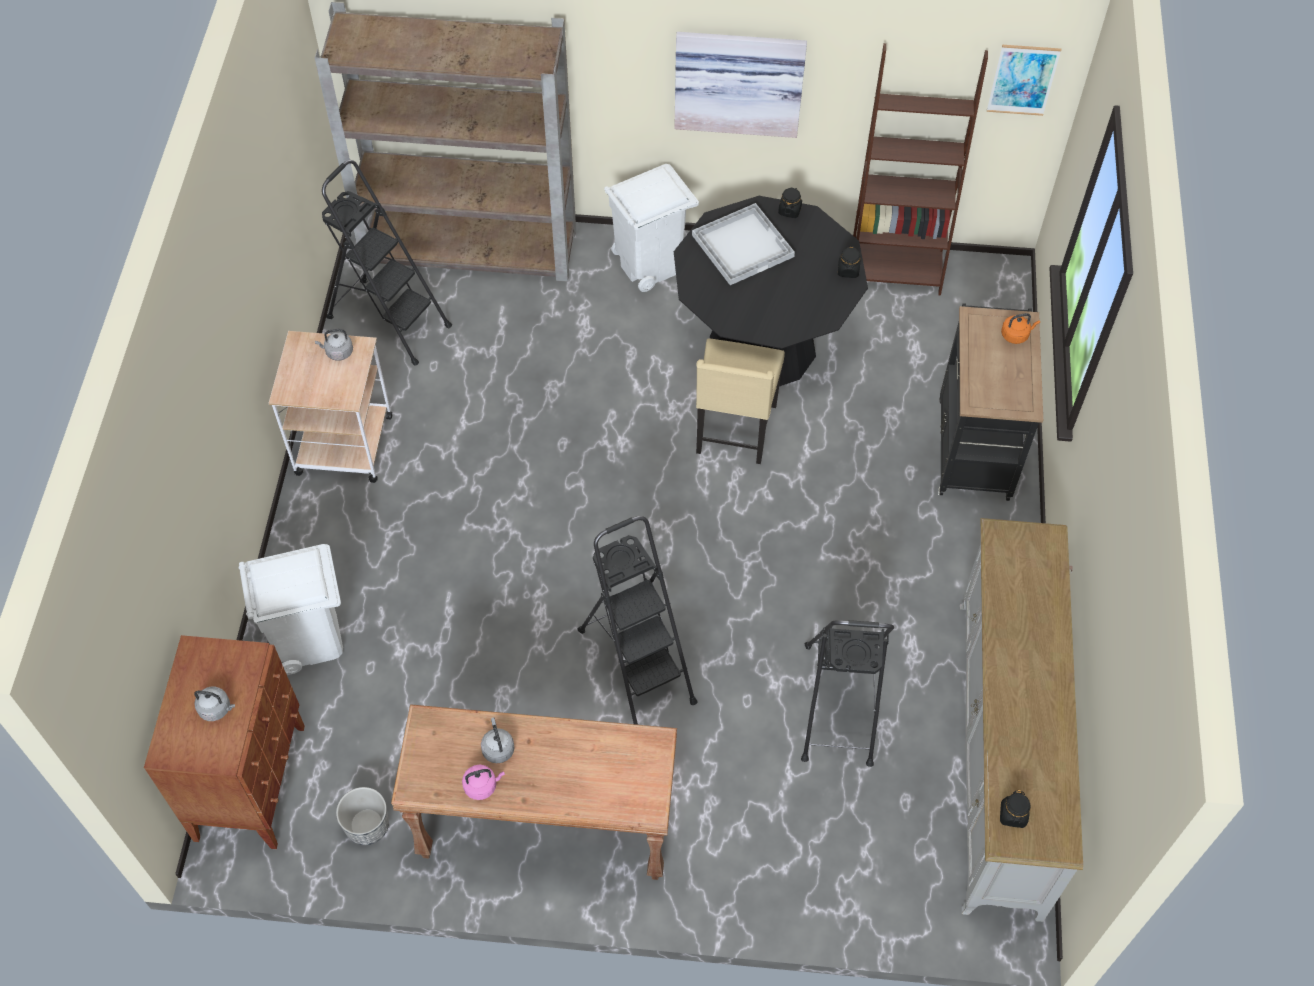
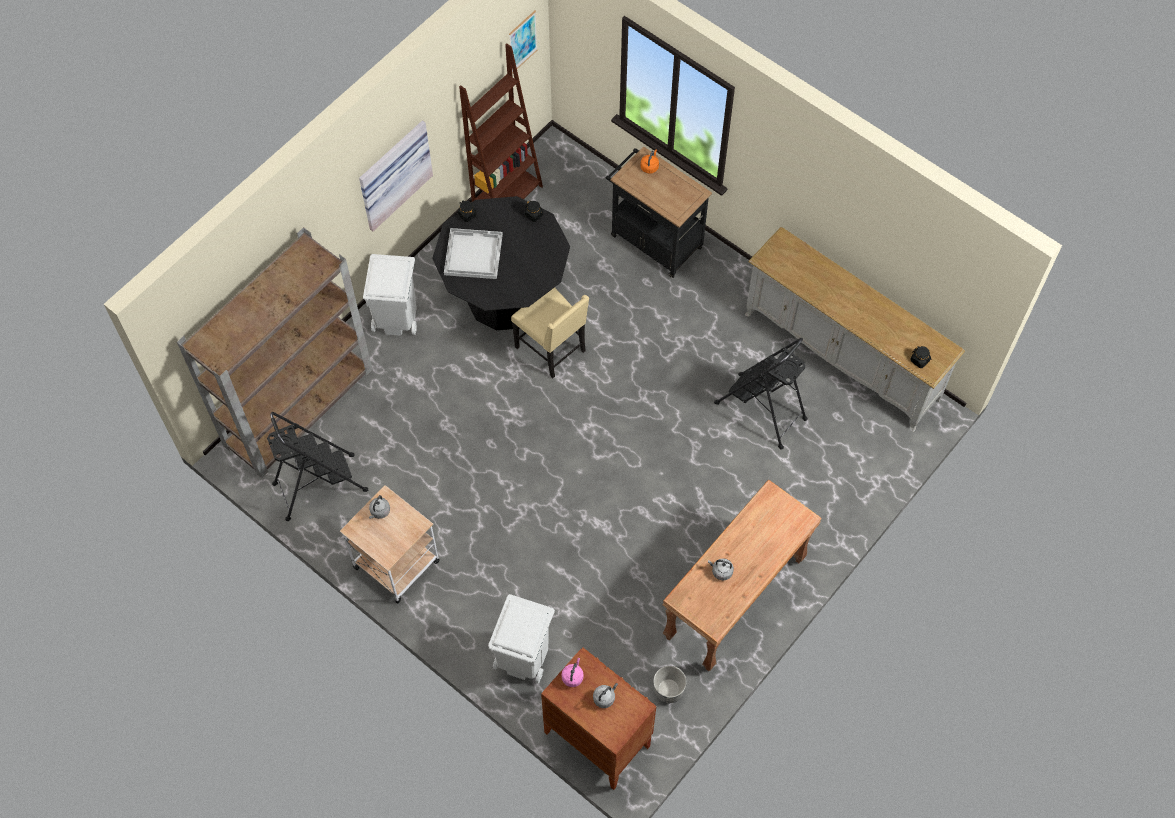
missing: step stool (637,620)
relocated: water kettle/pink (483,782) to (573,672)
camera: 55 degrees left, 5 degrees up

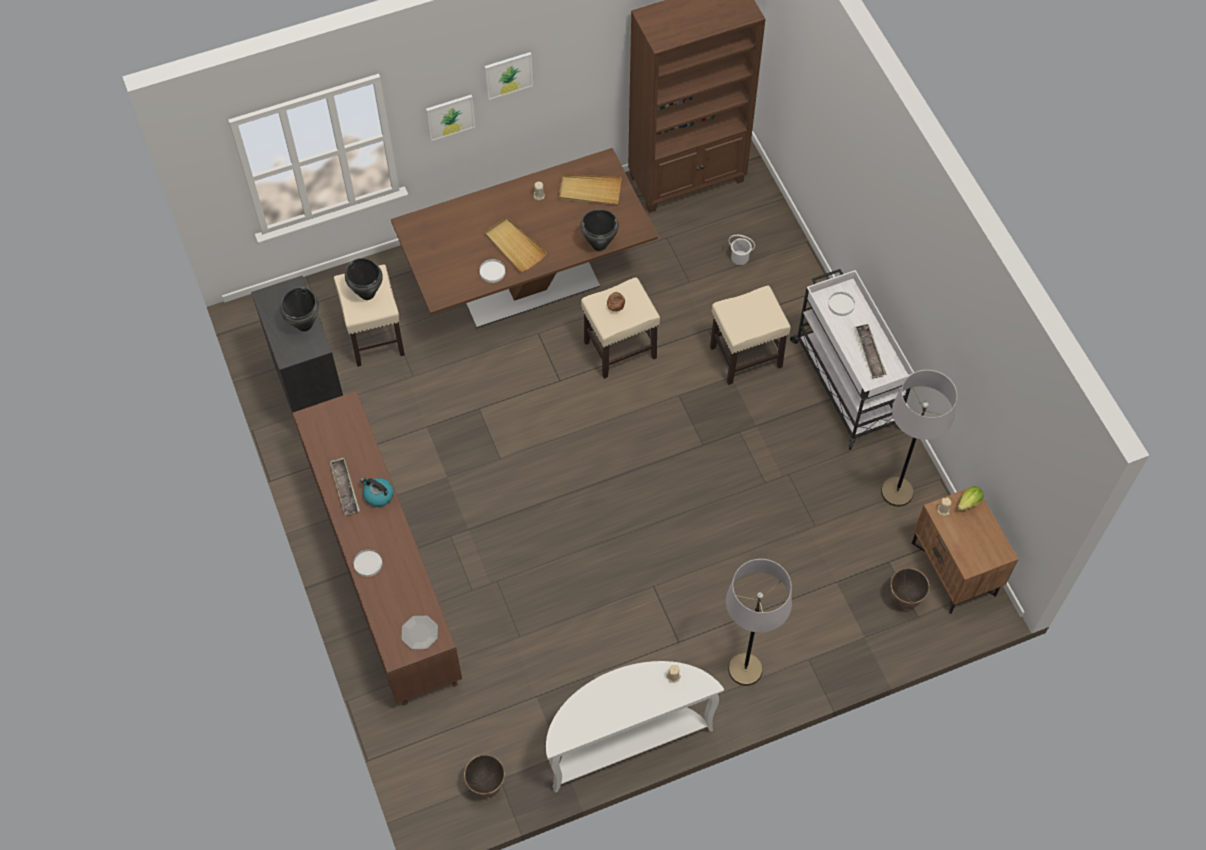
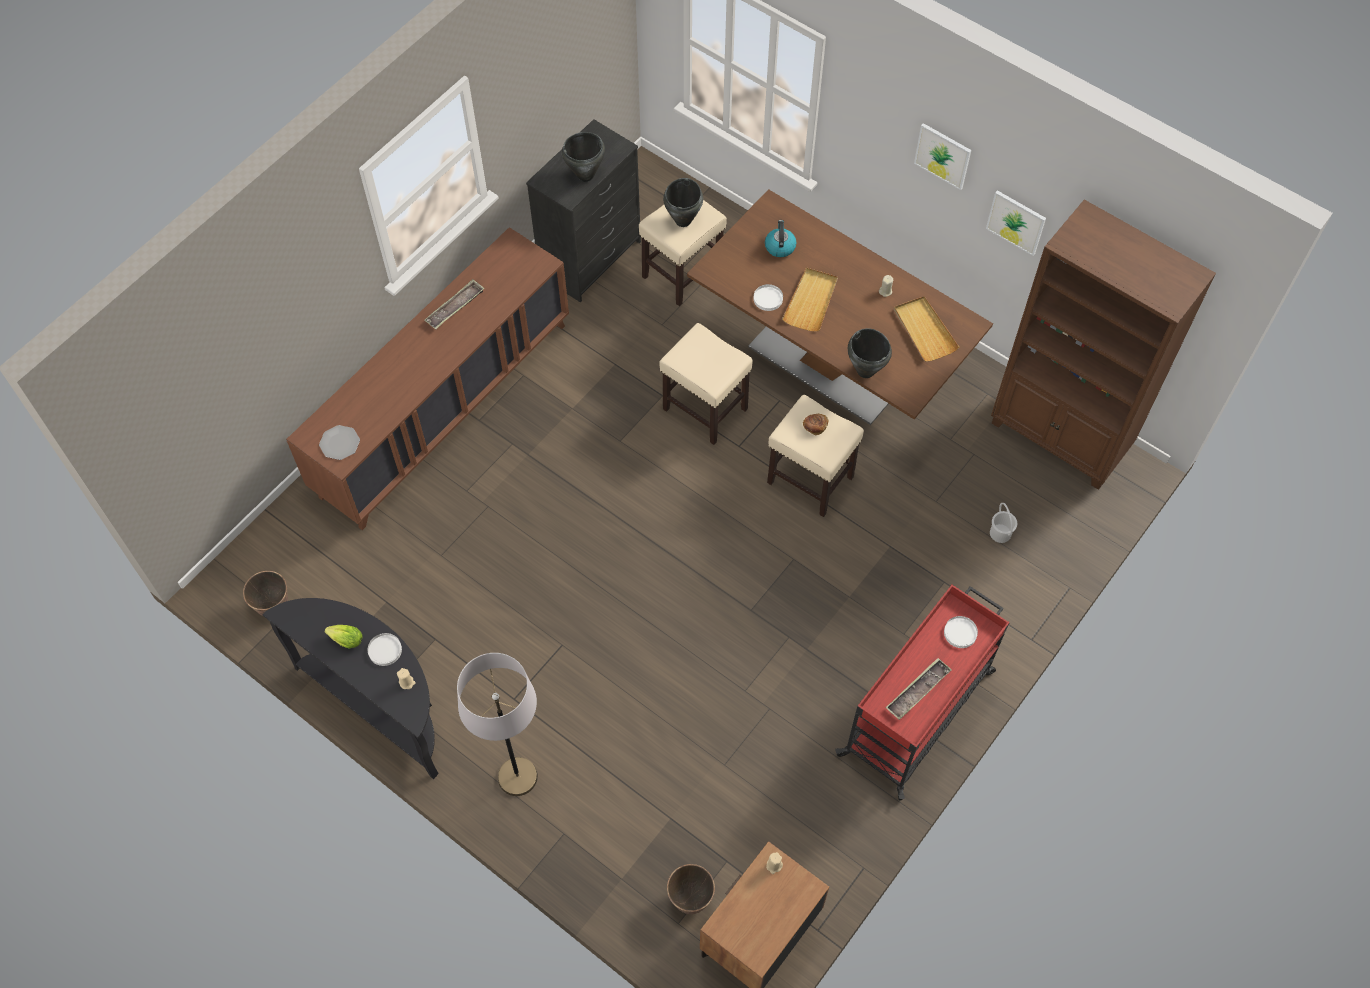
missing: standard lamp/grey (919,438)
relocated: head of lettuce (970,498) to (344,637); dinner plate/white (367,563) to (384,649); stool seat/beige-coloured (750,335) to (706,384); water kettle (377,492) to (780,238); wall art (450,118) to (1016,223)
colour: narrow table/white (635,727) to narrow table/blackish (350,688); cart/white (852,359) to cart/red (922,692)
camera: 60 degrees right, 0 degrees up

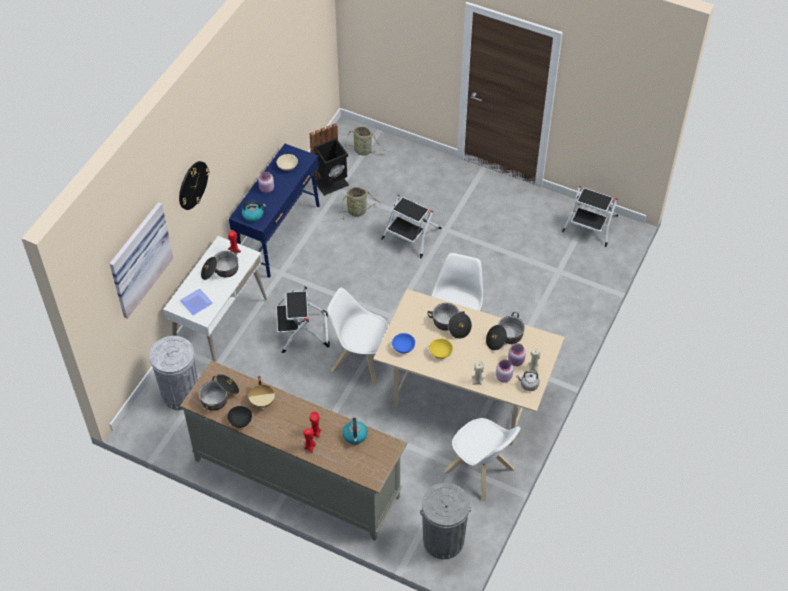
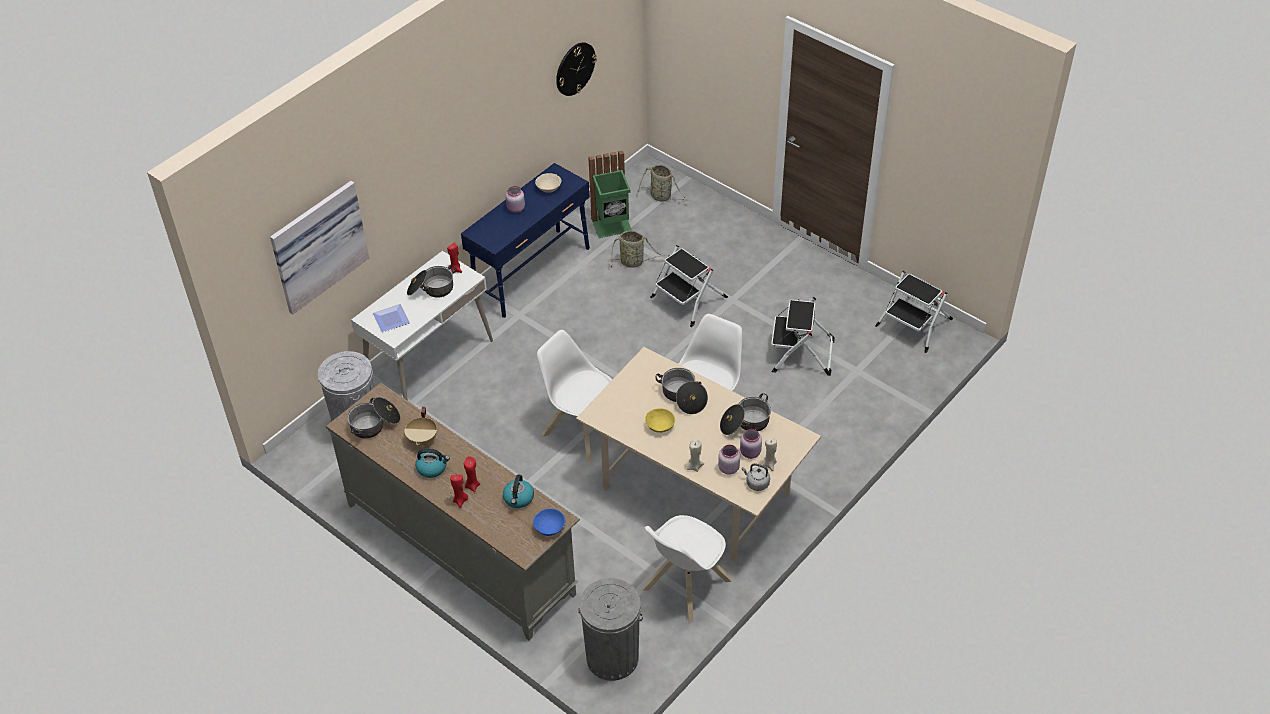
missing: bowl/blackish (239,417)
relocated: water kettle (254,211) to (432,463); bowl/bluish (403,343) to (549,522); clock on the wall (194,185) to (576,69); step stool (303,319) to (803,336)
colour: waste bin/blackish (329,159) to waste bin/green-coloured (610,194)
spun: chair/white (482,459) = (687,569) 75 degrees clockwise
camera: 15 degrees right, 5 degrees down

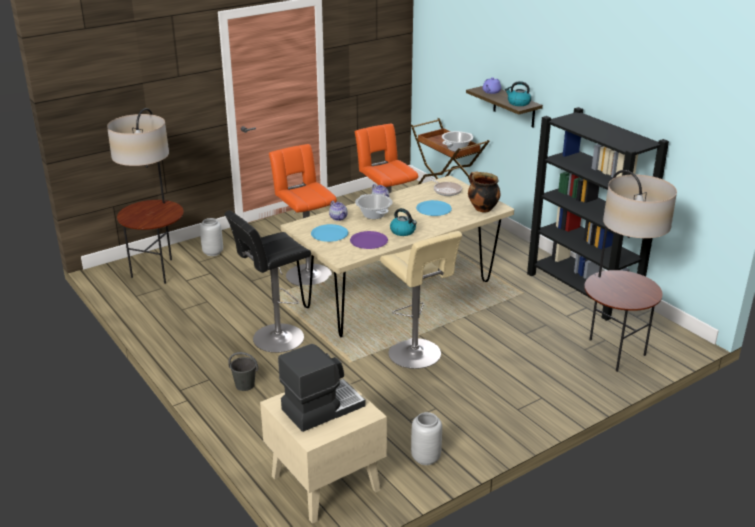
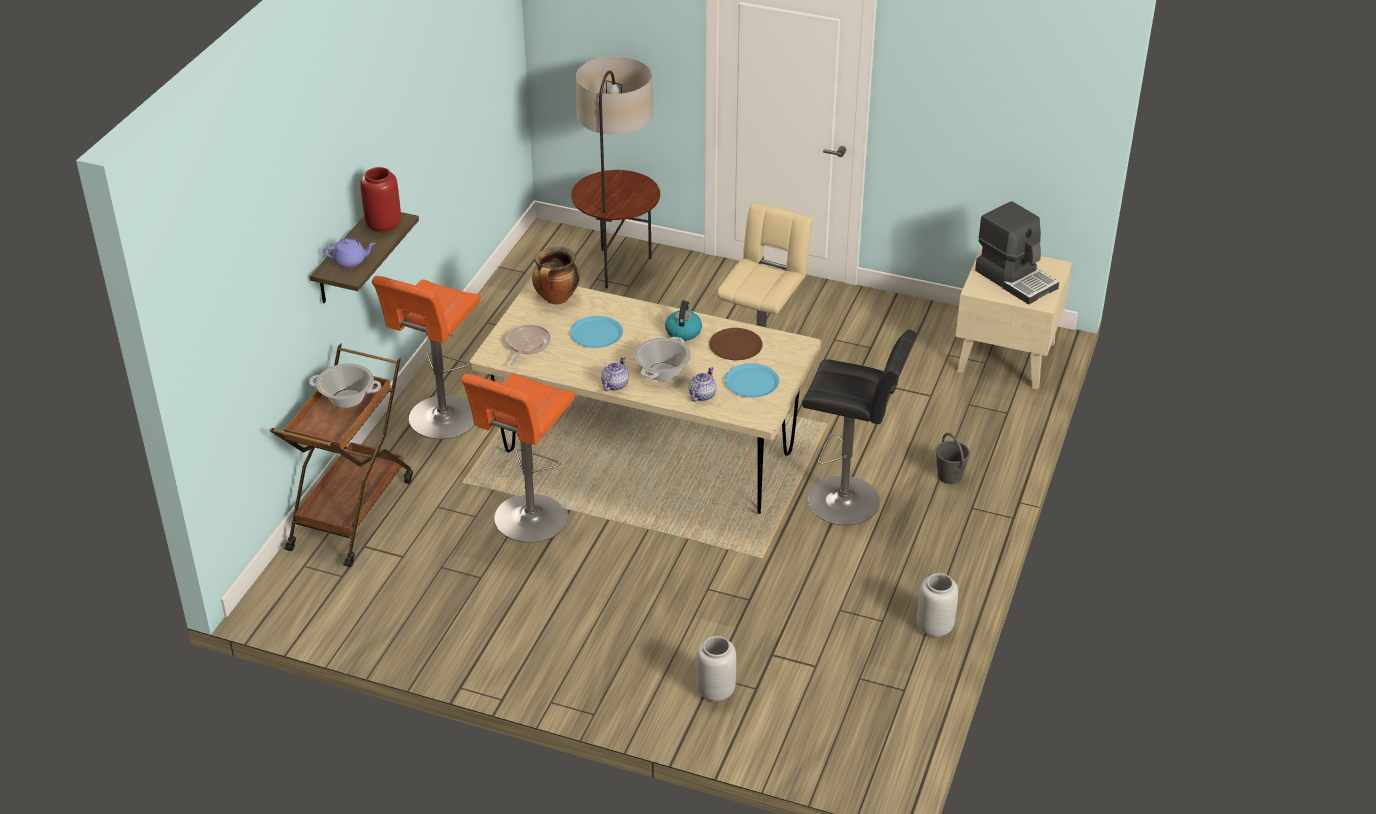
missing: standard lamp (145,196); shelving unit/blackish (598,214)
relocated: stool seat/orange-coloured (303,215) to (426,357); vase/grey (426,438) to (937,605)
exchanged: water kettle (518,93) to vase/red (380,199)
colour: dinner plate/purplish (369,240) to dinner plate/brown (736,344)
spun: coffee brewer (321,388) = (1017,253) 150 degrees counterclockwise
camera: 125 degrees left, 10 degrees up

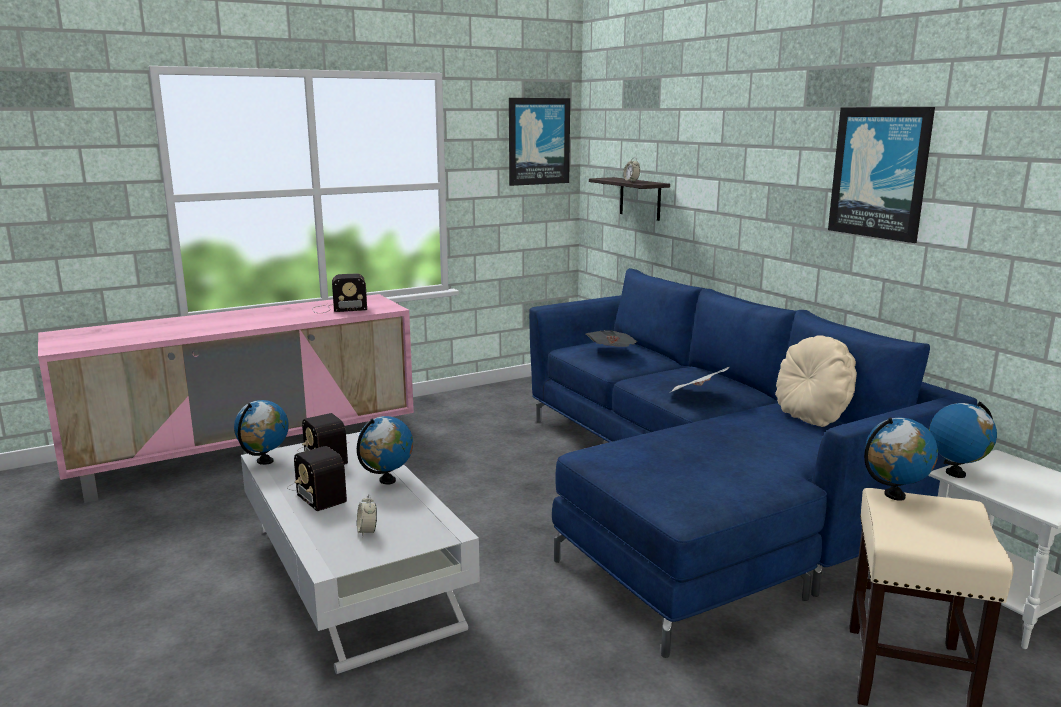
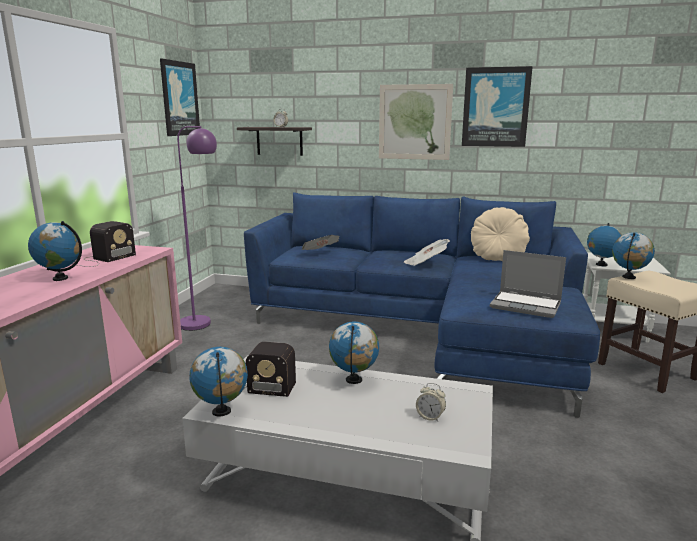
missing: radio (317,478)
appeared: desk globe (55,251); standard lamp/purplish (197,228); wall art (416,122); portable computer (528,284)
camera: 45 degrees left, 0 degrees up

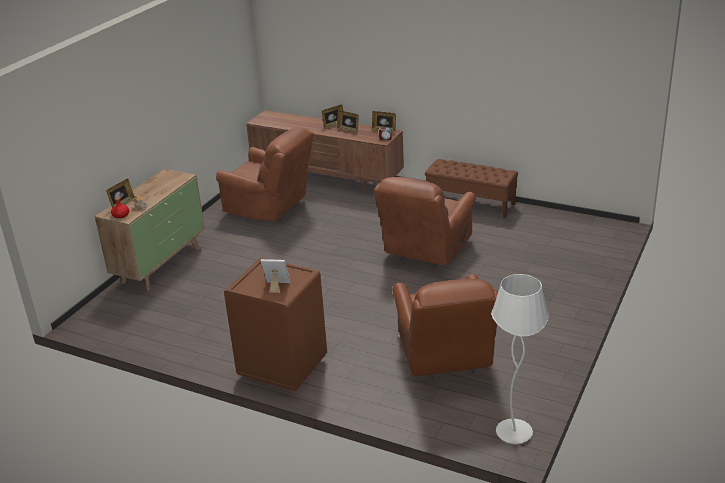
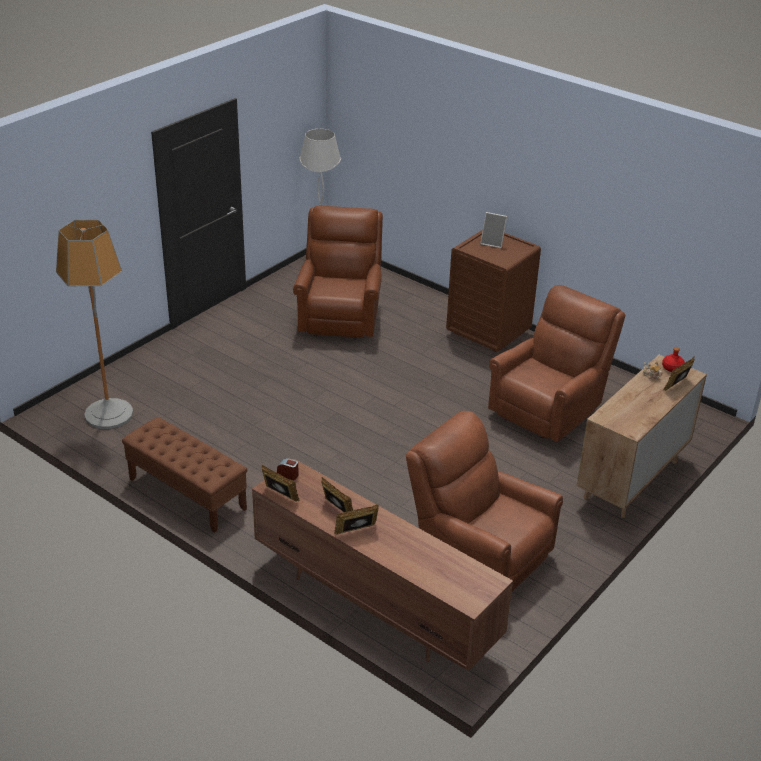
appeared: standard lamp (94,324)
relocated: easy chair/brown (425,222) to (556,363)
camera: 170 degrees left, 5 degrees up

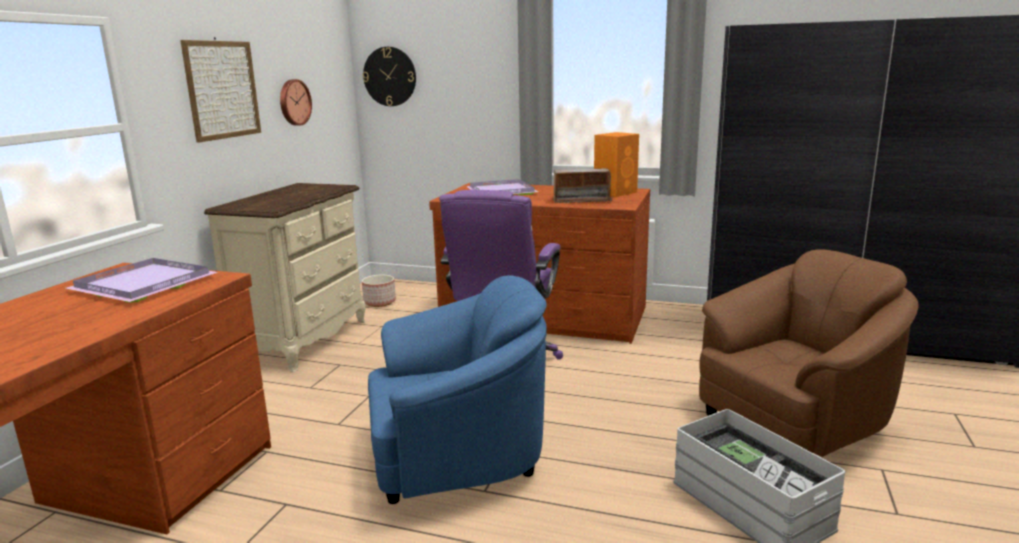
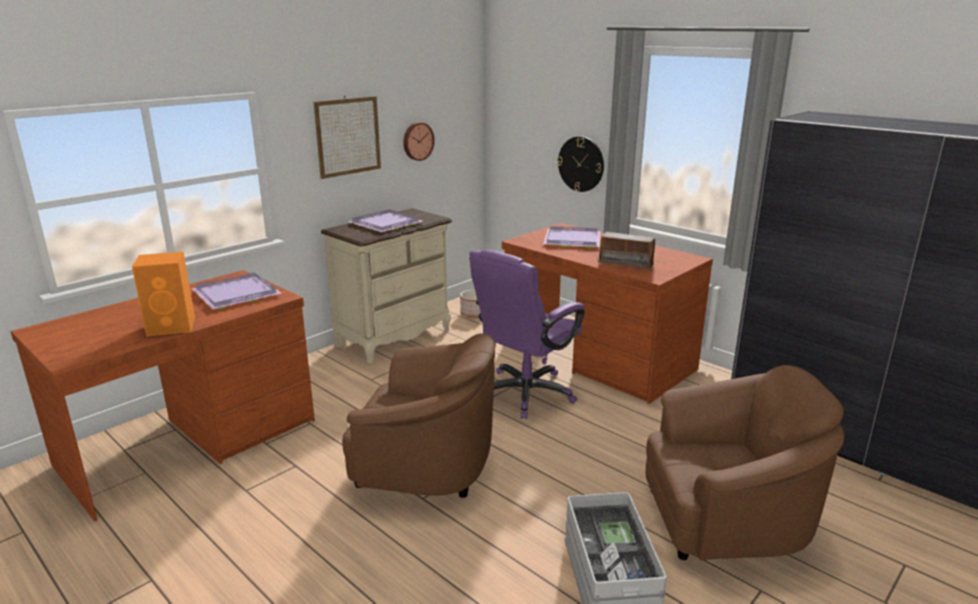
appeared: carrying tray/purplish (385,220)
relocated: speaker/orange-coloured (616,164) to (163,294); clock on the wall (389,76) to (580,164)
colour: easy chair/bluish (457,389) to easy chair/brown (419,415)
camera: 25 degrees right, 5 degrees up

